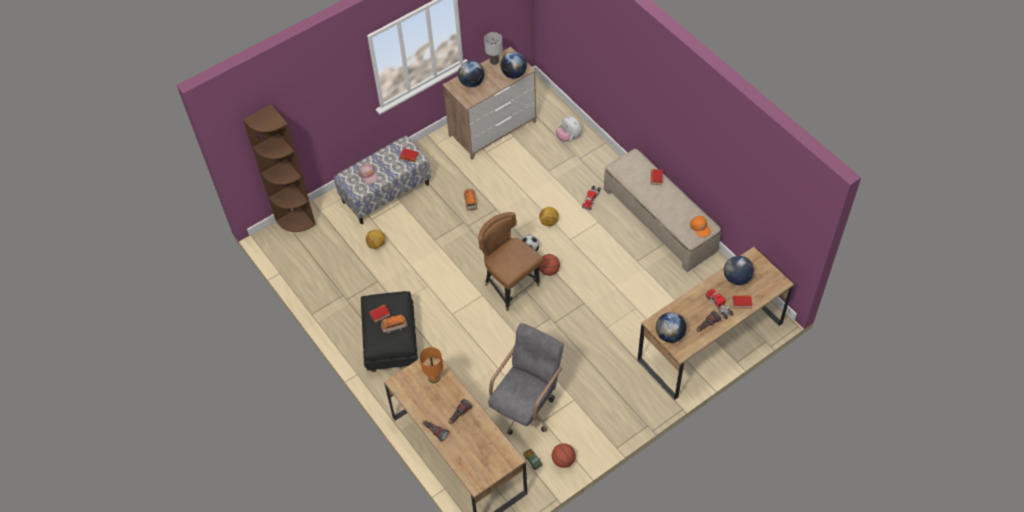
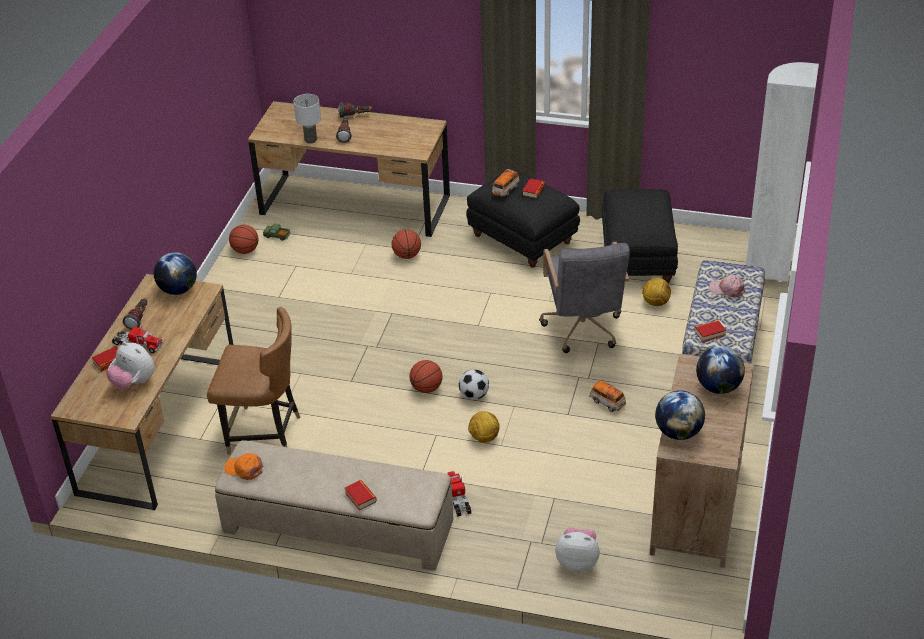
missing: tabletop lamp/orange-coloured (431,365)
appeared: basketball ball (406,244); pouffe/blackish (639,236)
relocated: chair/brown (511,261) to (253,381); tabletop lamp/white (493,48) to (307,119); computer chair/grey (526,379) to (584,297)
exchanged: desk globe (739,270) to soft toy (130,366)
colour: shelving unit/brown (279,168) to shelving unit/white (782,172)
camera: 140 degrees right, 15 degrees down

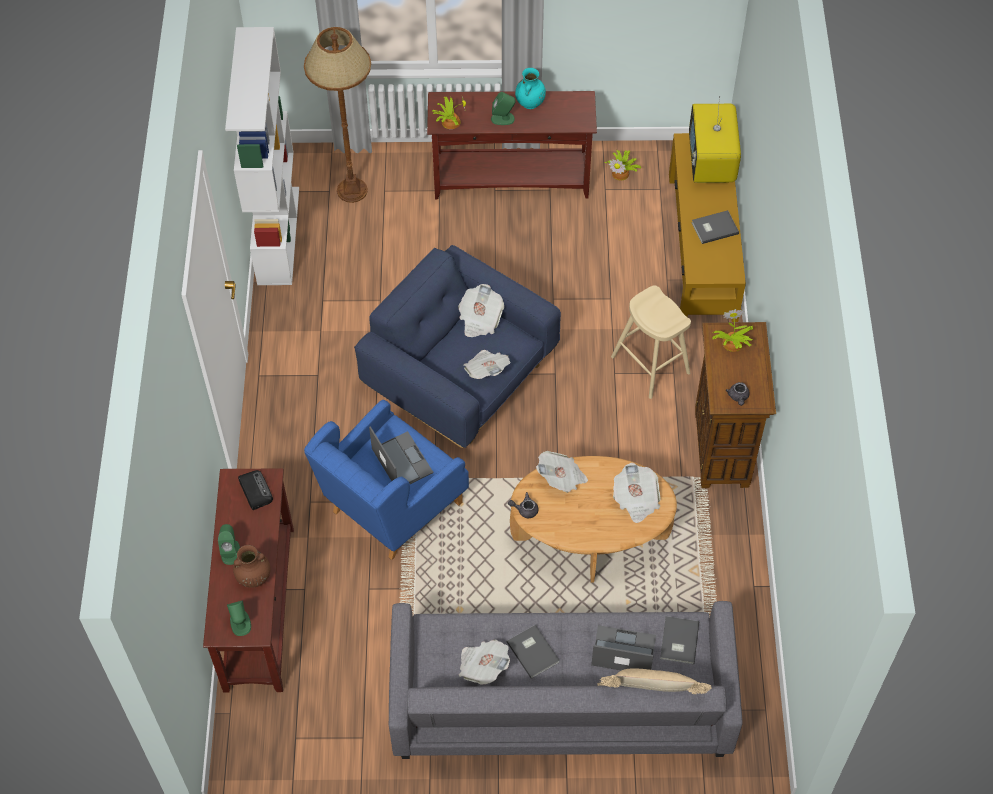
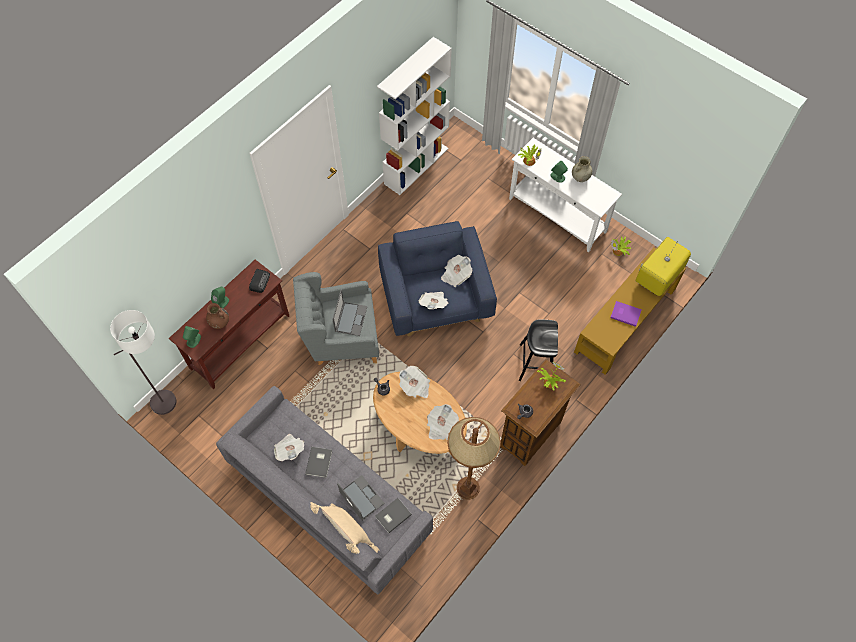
appeared: standard lamp/white (143,362)
relocated: standard lamp/brown (337,115) to (474,458)
colour: easy chair/bluish (386,480) to easy chair/grey (336,318); narrow table/brown (512,145) to narrow table/white (565,195); stool seat/beige-coloured (651,342) to stool seat/blackish (538,350); vase/turquoise (530,88) to vase/beige-coloured (582,169); book/grey (715,227) to book/purplish (626,314)
camera: 40 degrees right, 5 degrees up

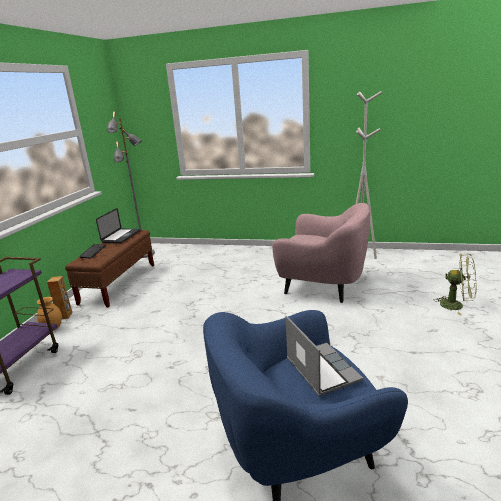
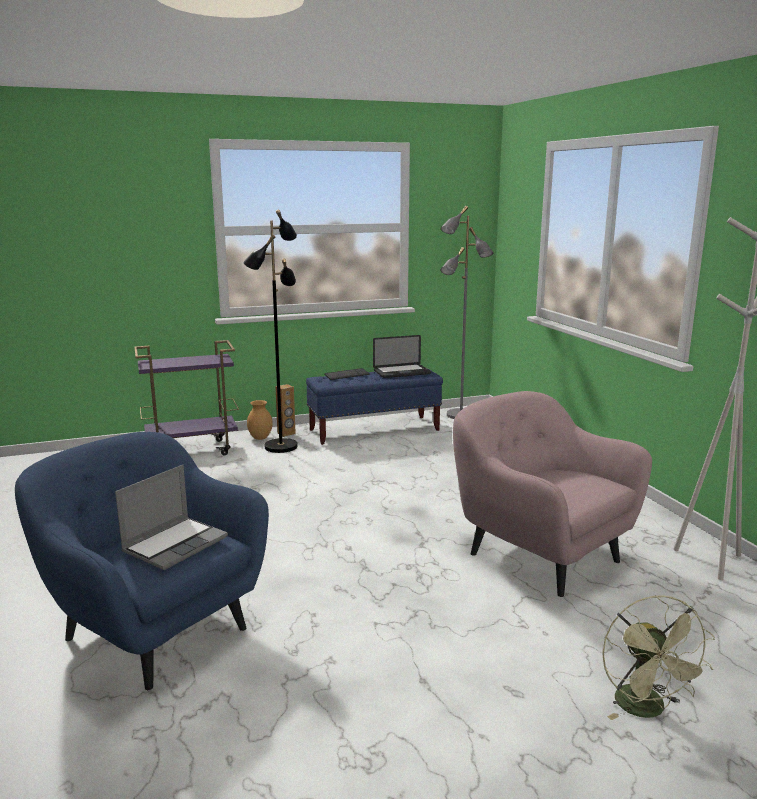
appeared: standard lamp/blackish (271,331)
colour: long seat/brown (109,268) to long seat/bluish (374,406)
spun: easy chair/pink (321,253) = (552,494) 150 degrees clockwise
camera: 55 degrees right, 5 degrees down

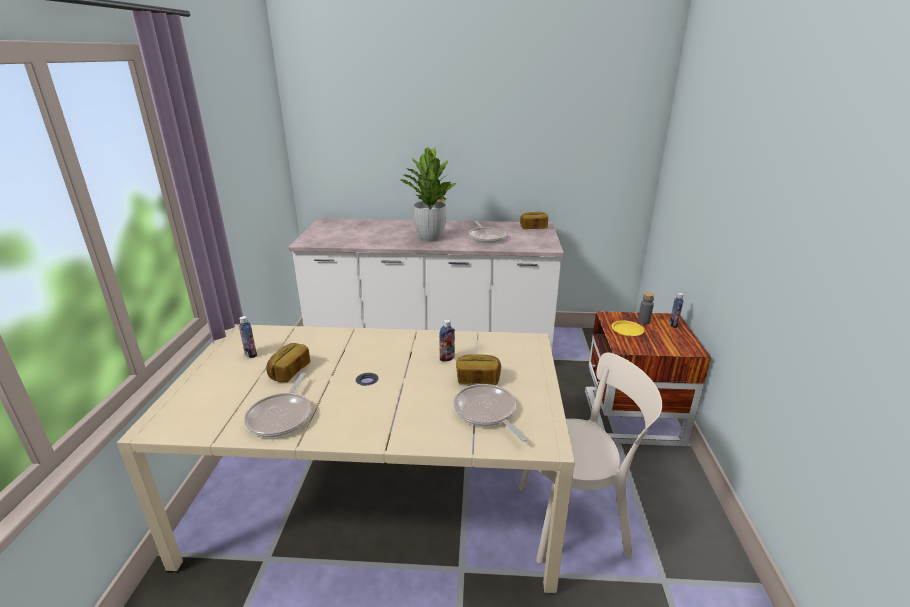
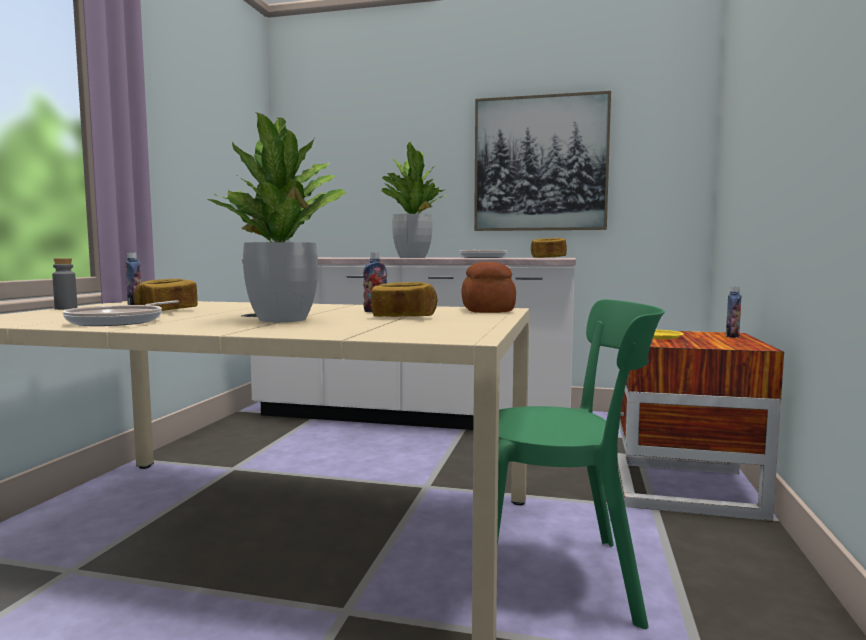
missing: frying pan (490,413)
appeared: plant in a pot (277,217); bakery bread (488,287); wall art (542,161)
relocated: beverage bottle/grey (646,308) to (64,284)
colour: chair/beige-coloured (590,458) to chair/green-coloured (581,464)
camera: 10 degrees right, 20 degrees down

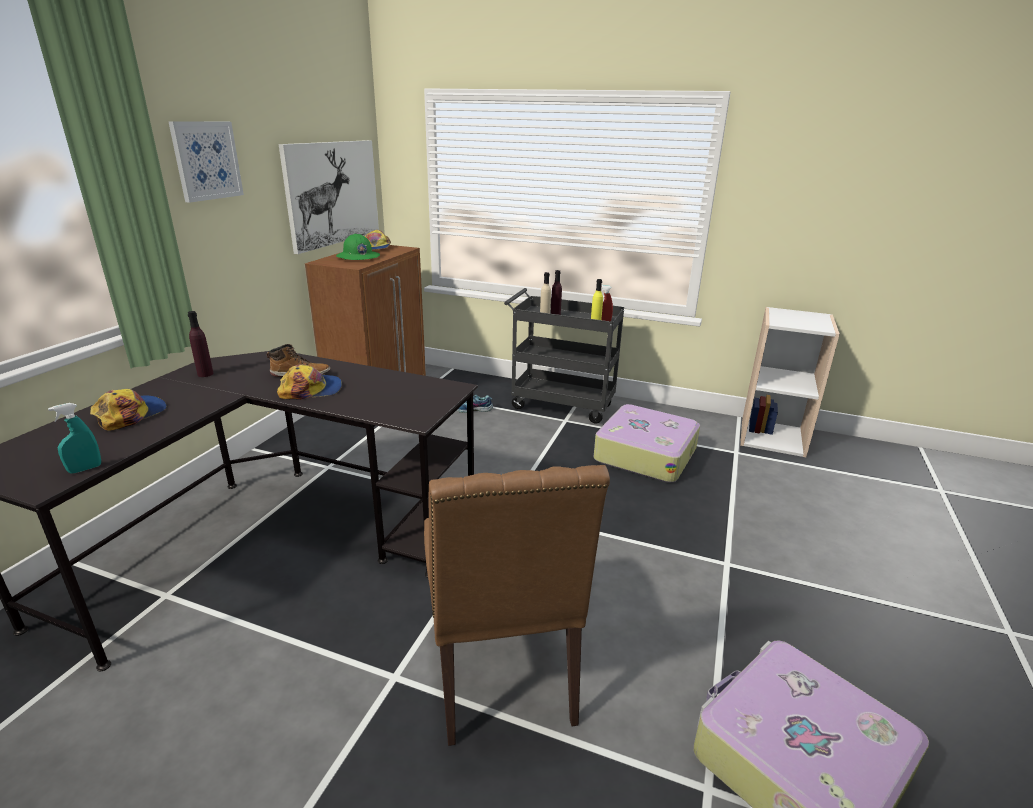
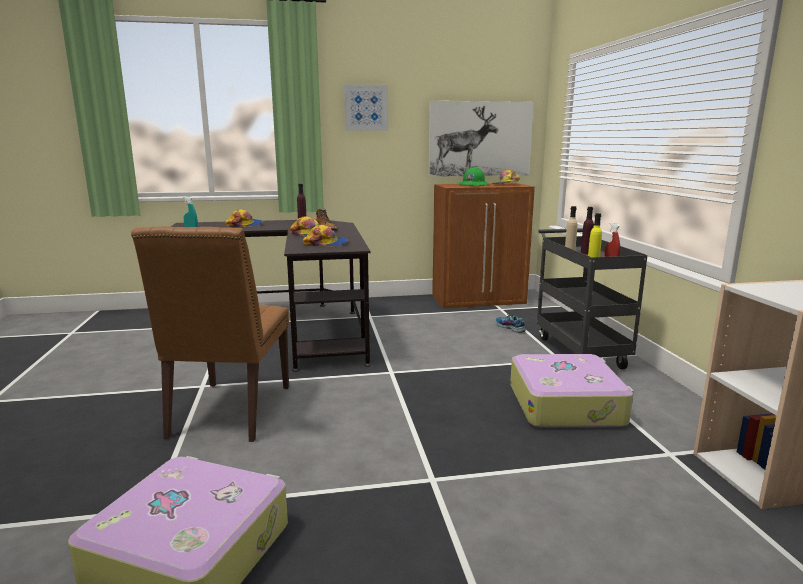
appeared: peaked cap (325,235)
spun: chair/brown (517,605) = (210,334) 45 degrees counterclockwise
camera: 60 degrees right, 10 degrees down

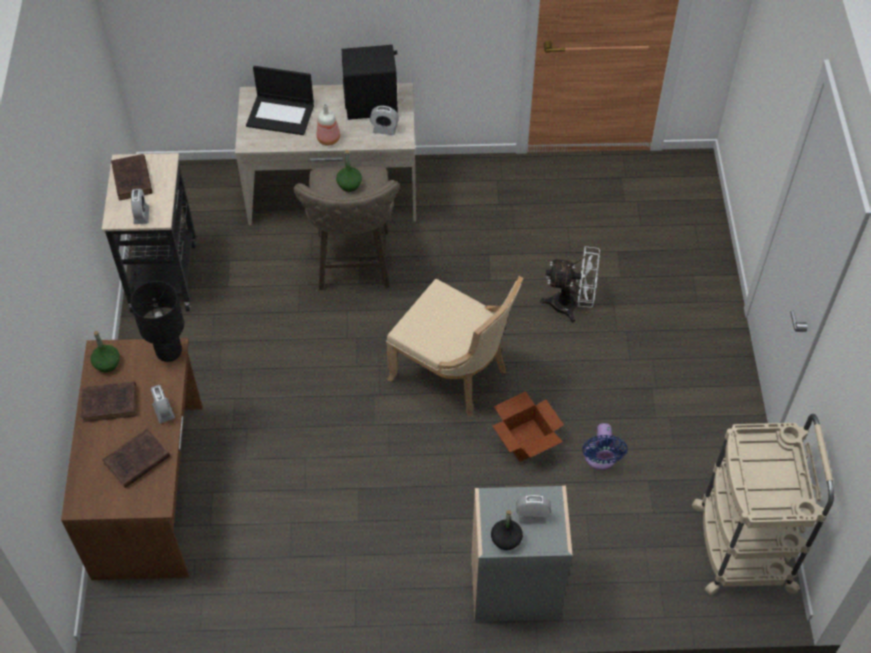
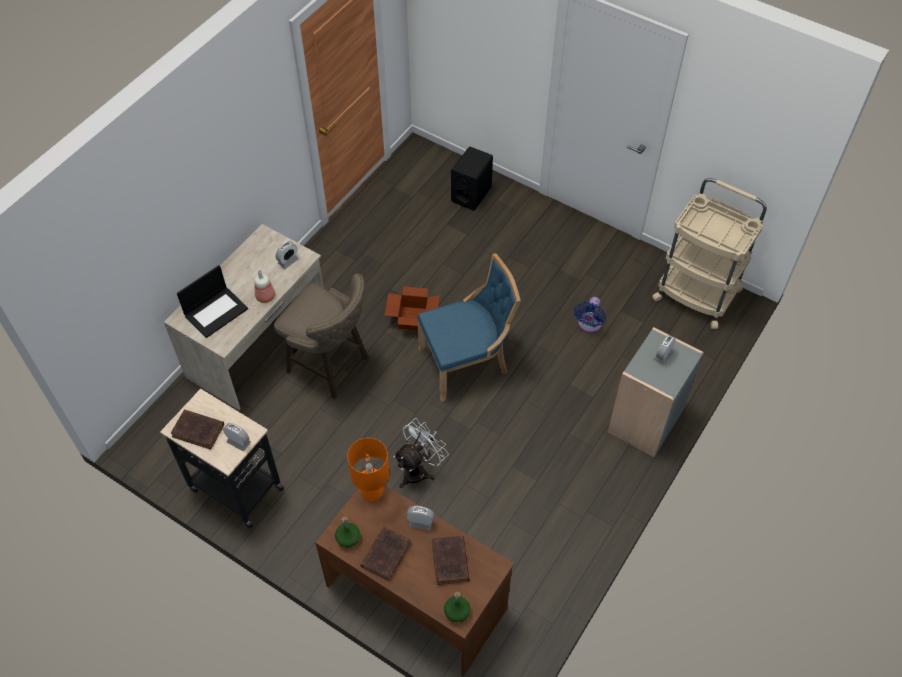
missing: beverage bottle/blackish (507,530)
relocated: carton (528,426) to (412,308); cooling fan/white (570,284) to (421,453); beverage bottle/green-coloured (349,171) to (457,607); speaker/blackish (370,82) to (472,178)
colour: tabletop lamp/blackish (157,321) to tabletop lamp/orange-coloured (368,470); chair/beige-coloured (455,346) to chair/bluish (469,327)
spun: cooling fan/bluish (605,446) = (590,315) 75 degrees clockwise
camera: 55 degrees left, 0 degrees up

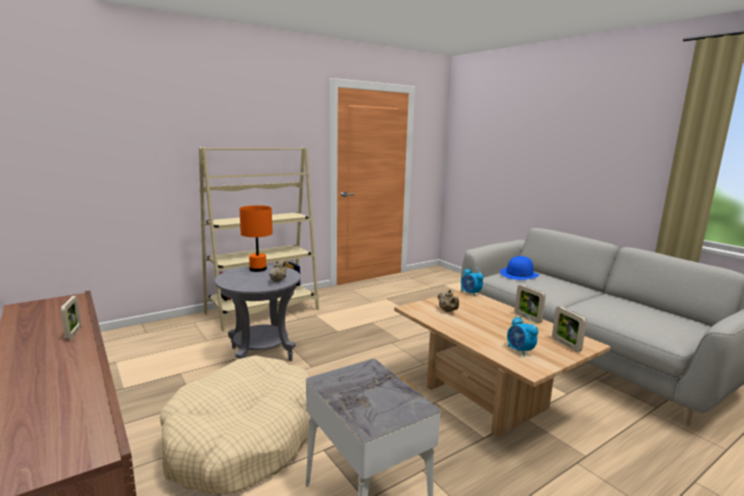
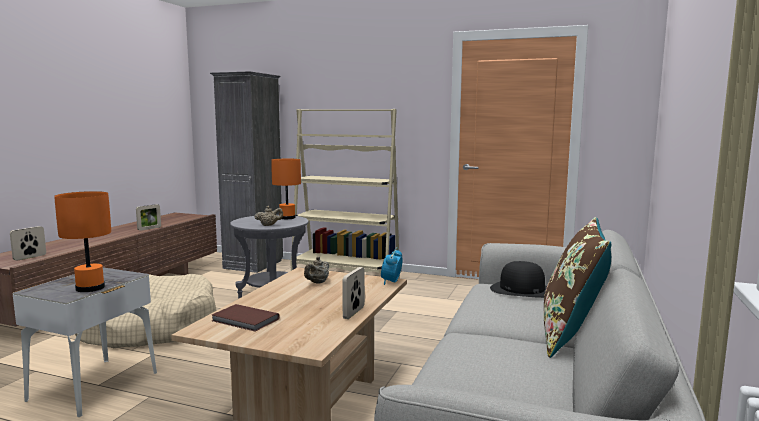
appeared: tabletop lamp/orange-coloured (82,241); cabinet/grey (246,172); pillow/brown (577,287)
relocated: photo frame (569,329) to (28,243)
exchanged: alarm clock (522,336) to book/brown (246,318)
colour: hat/bluish (519,268) to hat/blackish (518,279)
camera: 55 degrees right, 5 degrees down

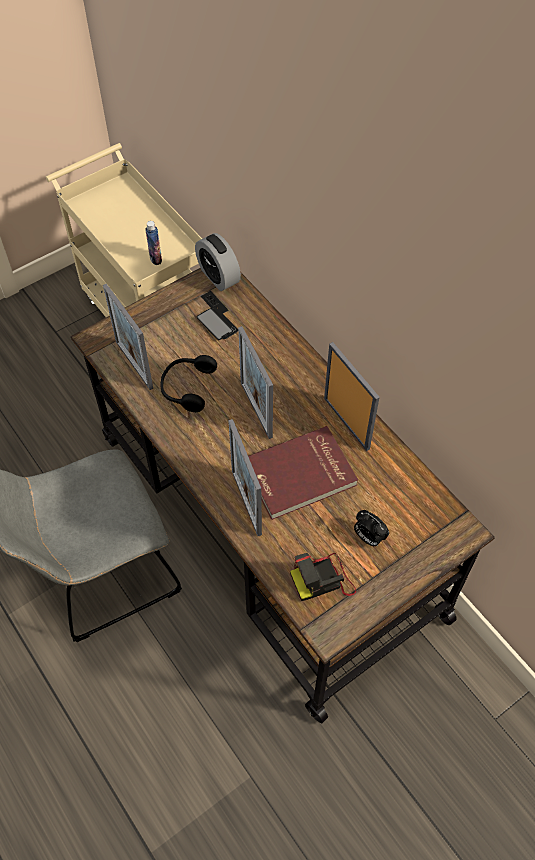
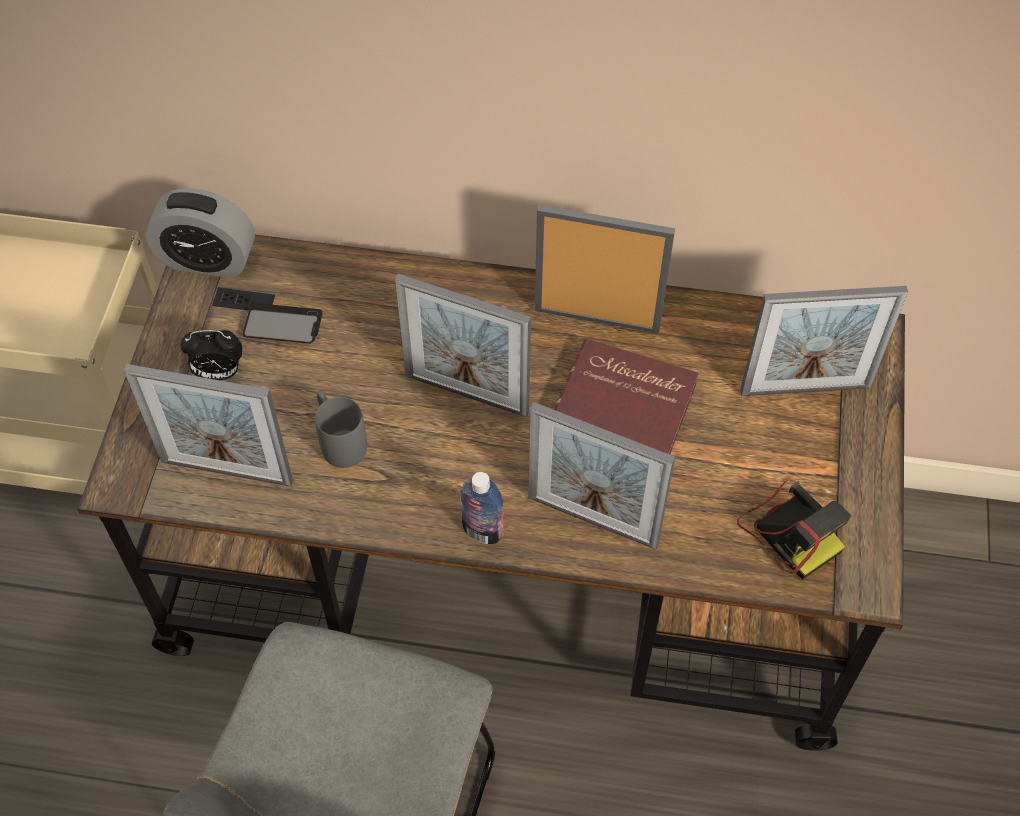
appeared: photo frame (824,341)
relocated: alarm clock (371,528) to (211,355); beverage bottle (153,243) to (482,508)
exchanged: headset/blackish (188,383) to mug/grey (341,429)
spun: photo camera (323,577) = (794,530) 60 degrees counterclockwise
camera: 45 degrees left, 0 degrees up

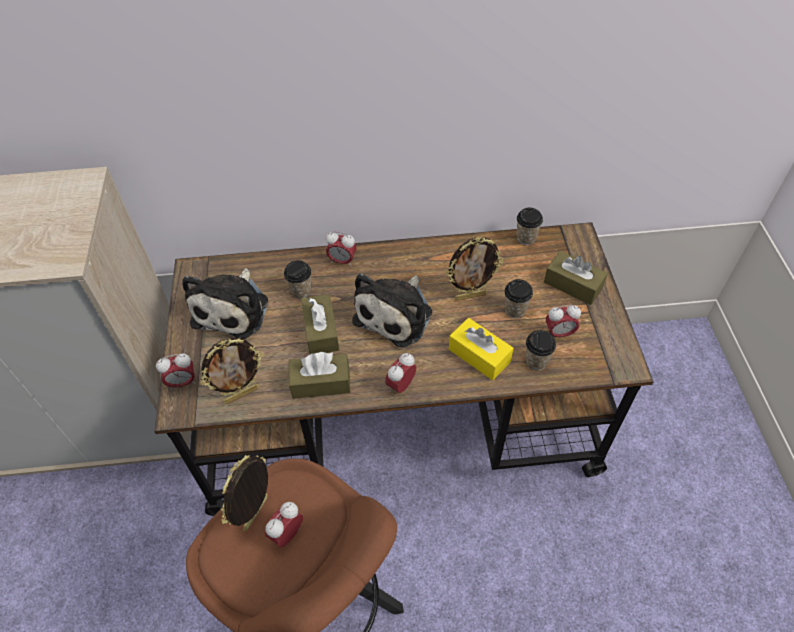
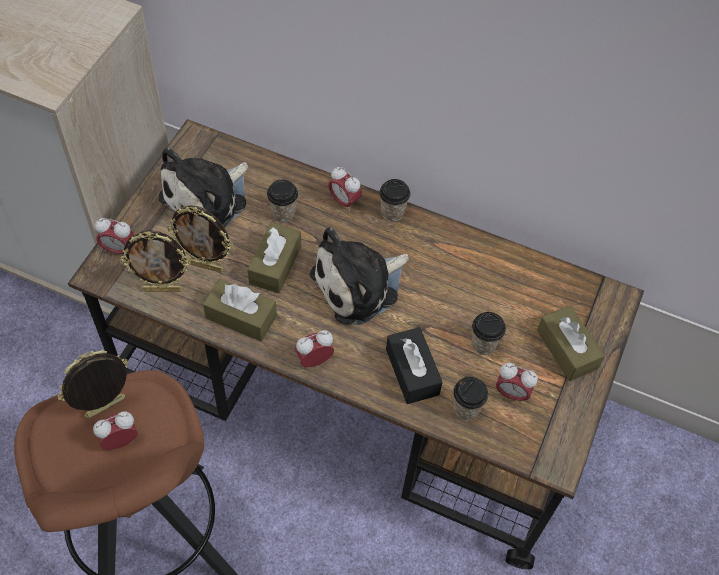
relocated: photo frame (474,269) to (200,238); cup (529,226) to (394,200)
colour: box of tissues/yellow (481,349) to box of tissues/blackish (414,365)
camera: 25 degrees right, 5 degrees up

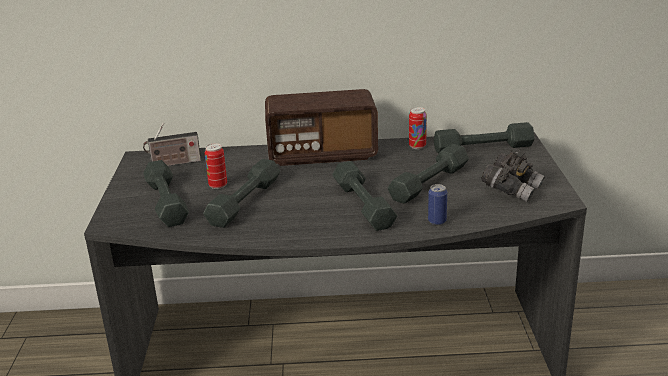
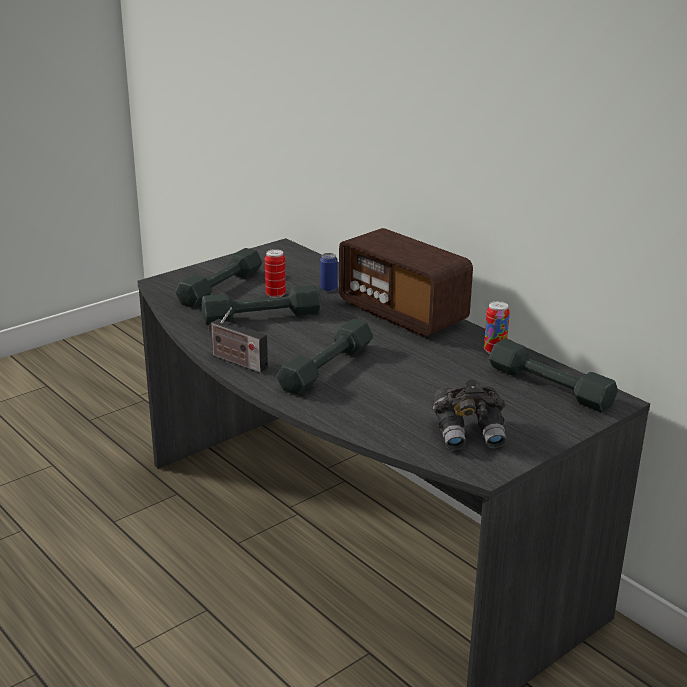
missing: hand weight/grey (428,173)
relocated: radio (172,144) to (238,340); metal can (437,204) to (329,272)
camera: 50 degrees right, 0 degrees up

